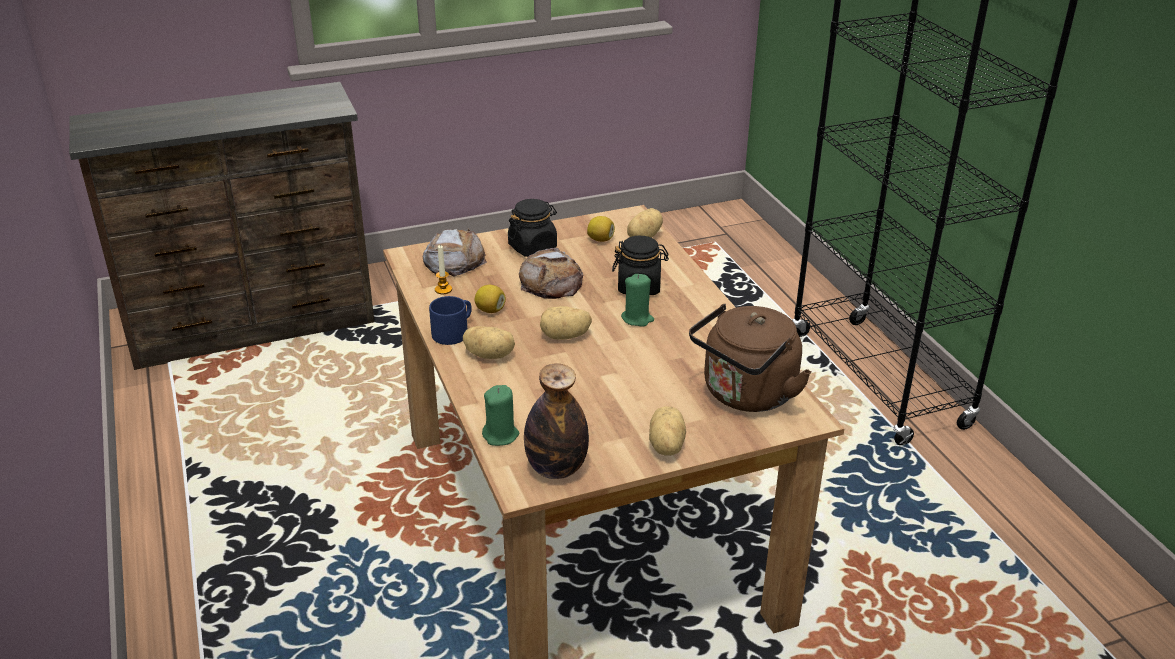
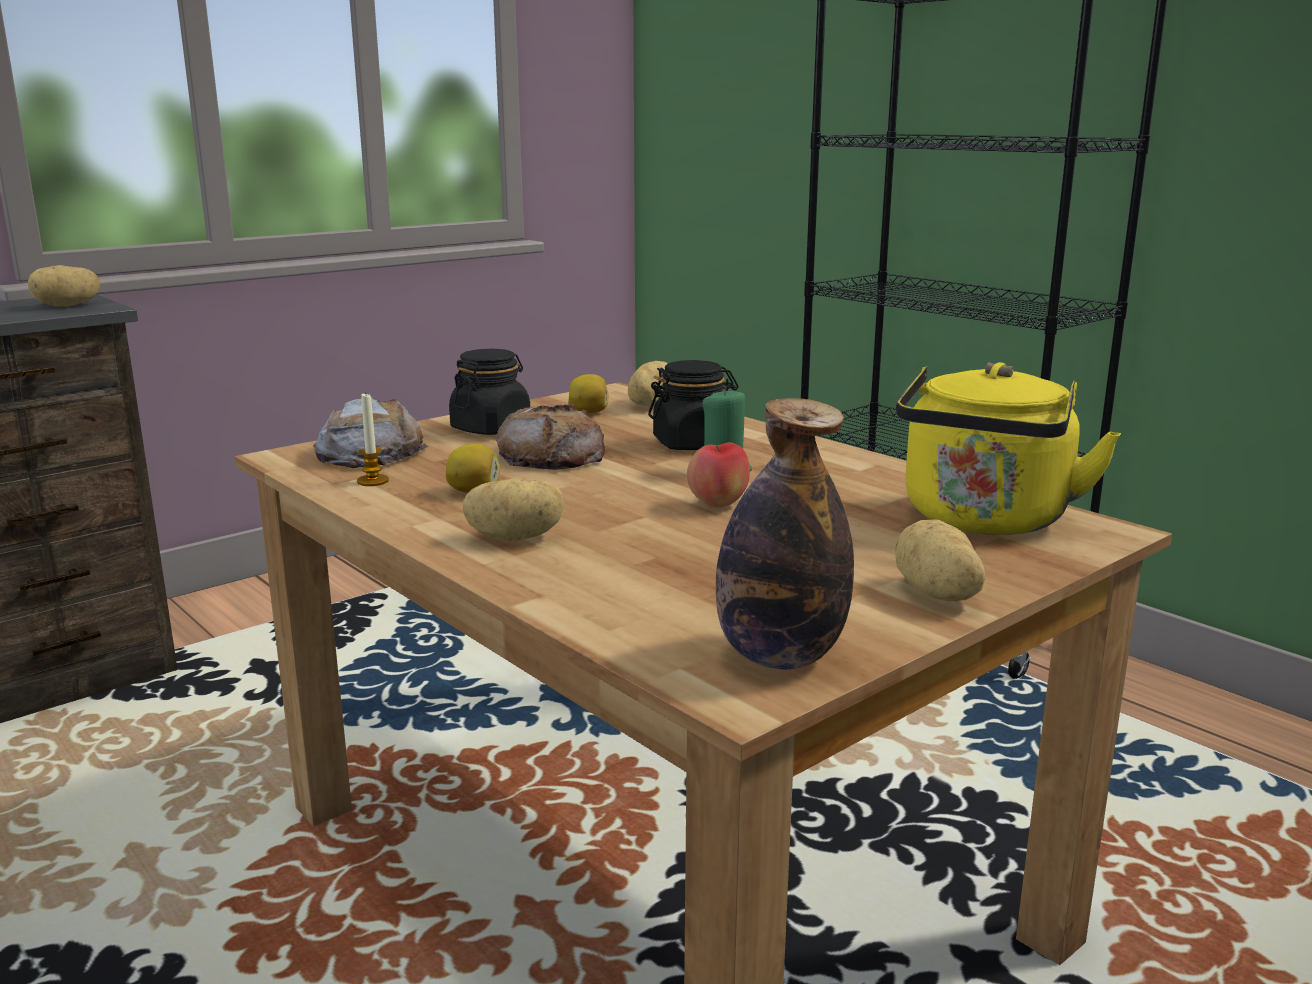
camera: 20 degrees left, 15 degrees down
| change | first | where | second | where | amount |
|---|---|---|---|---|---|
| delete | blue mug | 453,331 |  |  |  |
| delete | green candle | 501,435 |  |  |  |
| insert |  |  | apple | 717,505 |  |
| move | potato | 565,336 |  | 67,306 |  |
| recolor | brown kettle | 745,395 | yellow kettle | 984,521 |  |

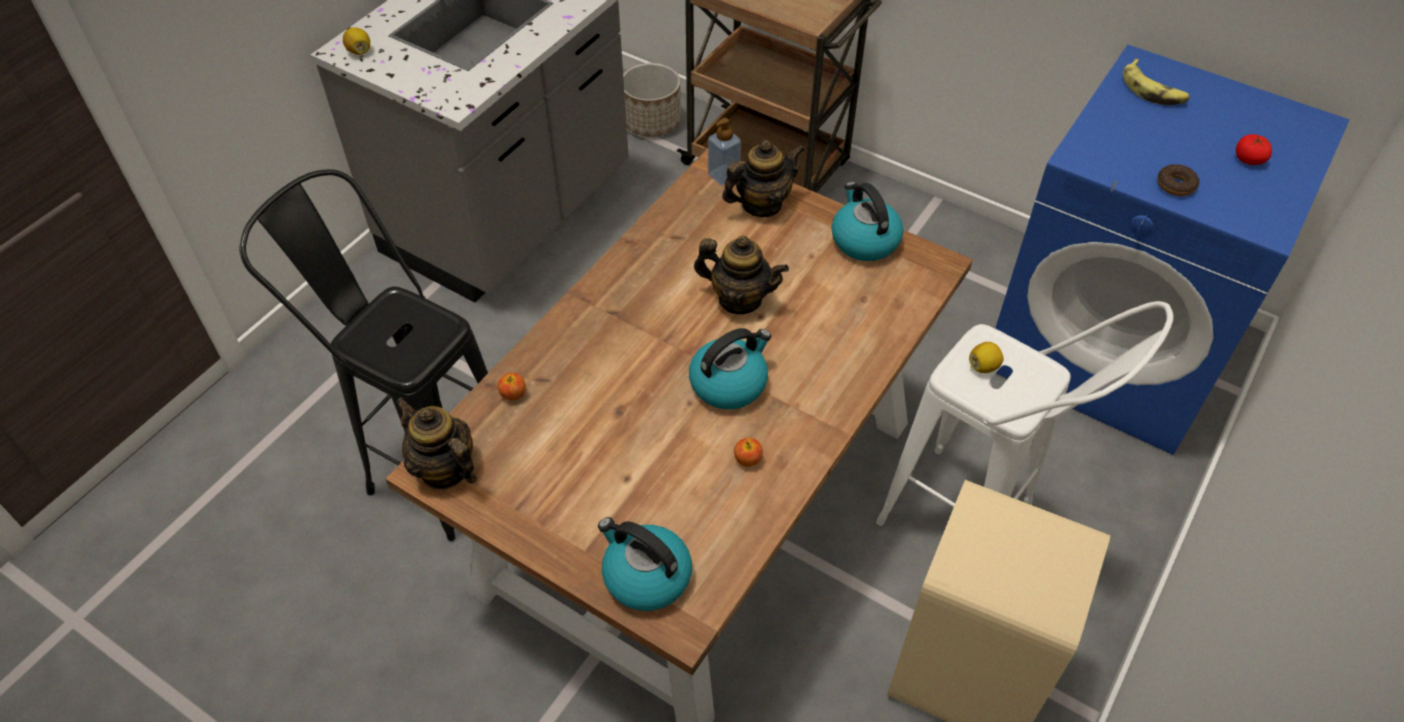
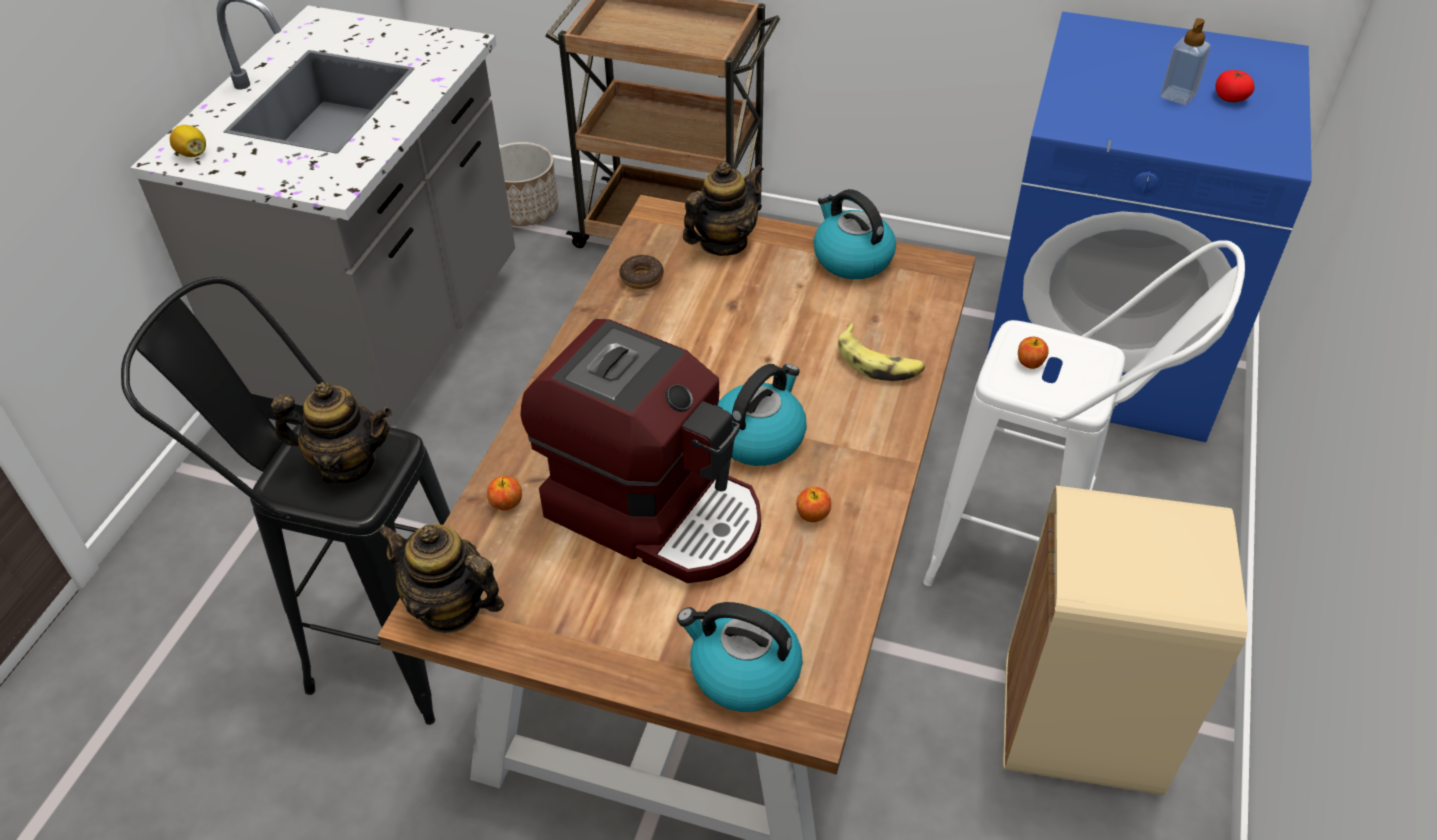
camera: 15 degrees left, 5 degrees down
| change | first | where | second | where | amount |
|---|---|---|---|---|---|
| insert |  |  | coffee machine | 655,510 |  |
| move | teapot | 739,299 |  | 347,463 |  |
| move | soap dispenser | 723,175 |  | 1177,96 |  |
| move | banana | 1152,90 |  | 879,362 |  |
| move | donut | 1175,185 |  | 642,277 |  |
| replace | lemon | 983,366 | apple | 1030,362 |  |

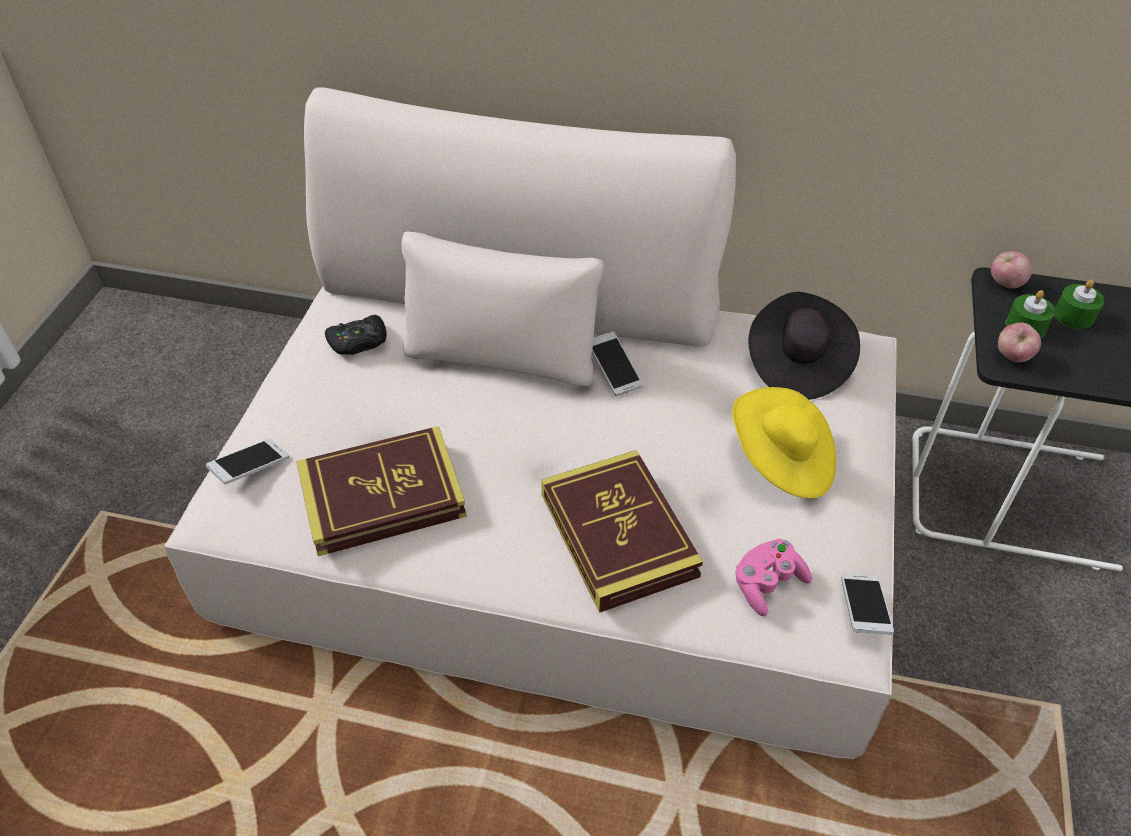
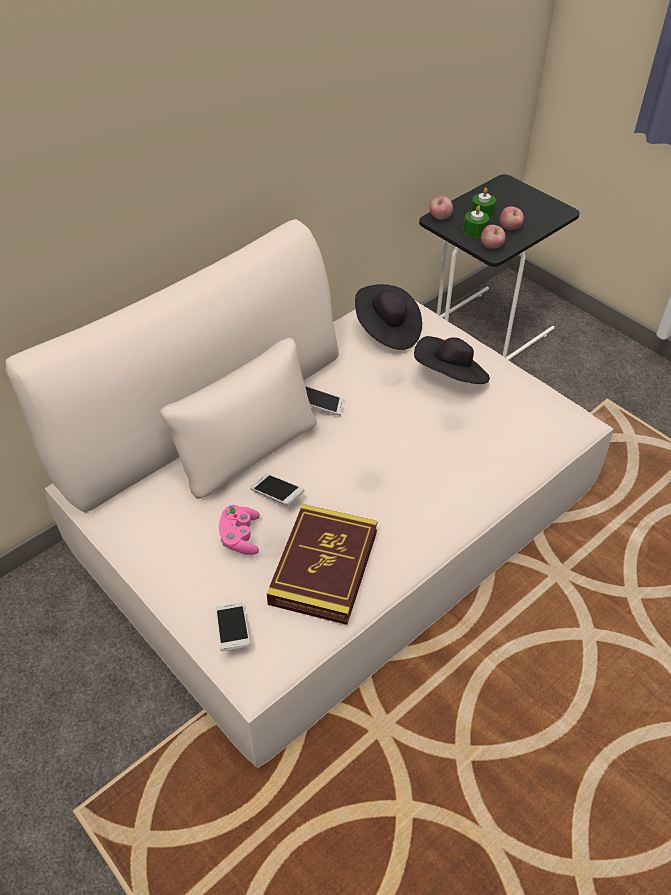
camera: 55 degrees left, 0 degrees up
| change | first | where | second | where | amount |
|---|---|---|---|---|---|
| delete | black game controller | 358,342 |  |  |  |
| delete | book | 618,534 |  |  |  |
| insert |  |  | apple | 510,228 |  |
| move | pink game controller | 767,584 |  | 240,537 |  |
| move | phone | 863,610 |  | 277,494 |  |
| recolor | yellow hat | 781,461 | black hat | 450,377 |  |

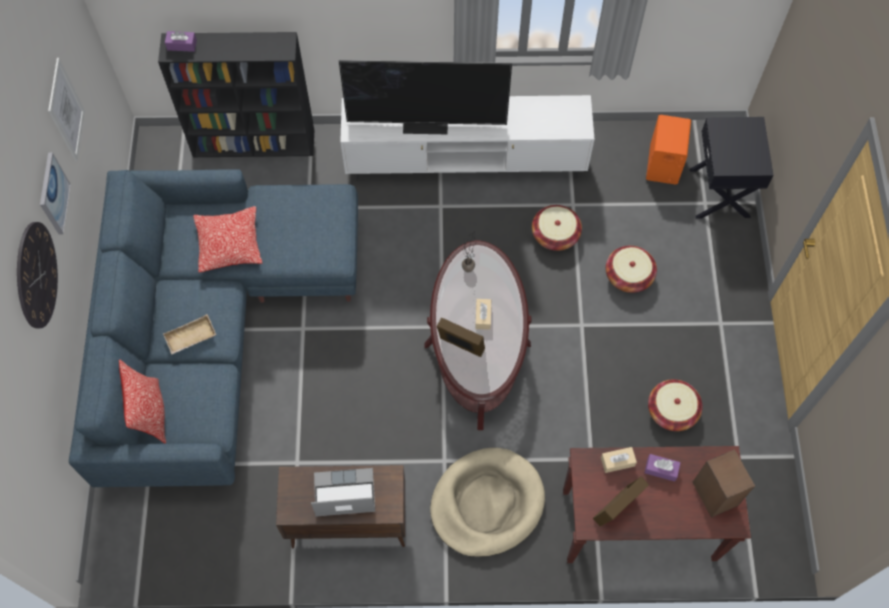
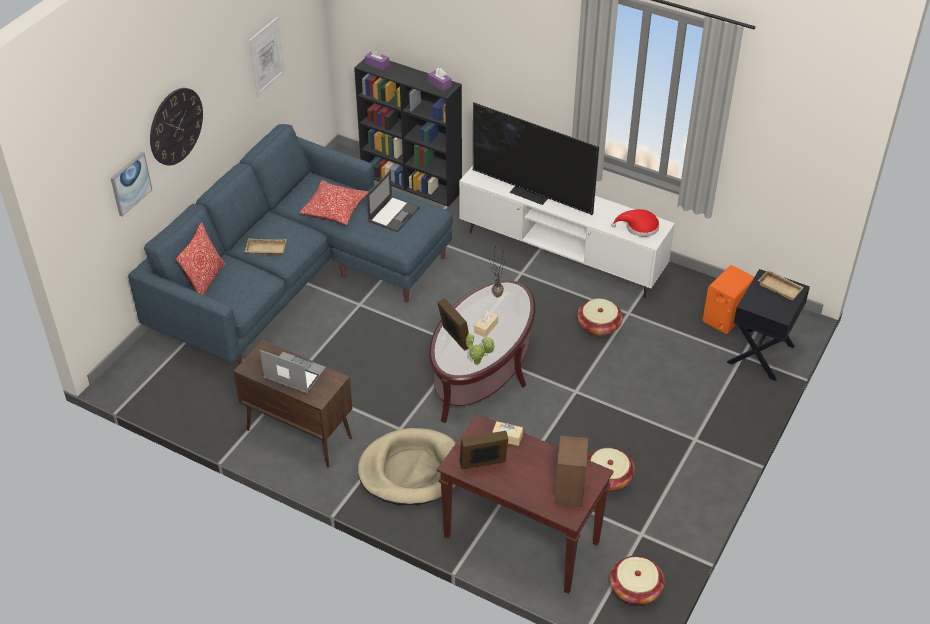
camera: 30 degrees right, 20 degrees down
| change | first | where | second | where | amount |
|---|---|---|---|---|---|
| insert |  |  | laptop | 394,214 |  |
| insert |  |  | potted plant | 478,363 |  |
| insert |  |  | red hat | 639,227 |  |
| insert |  |  | beige tray | 781,287 |  |
| move | picture | 53,194 |  | 130,183 |  |
| move | basket | 628,276 |  | 635,589 |  |
| move | purple tissue box | 661,469 |  | 439,84 |  |

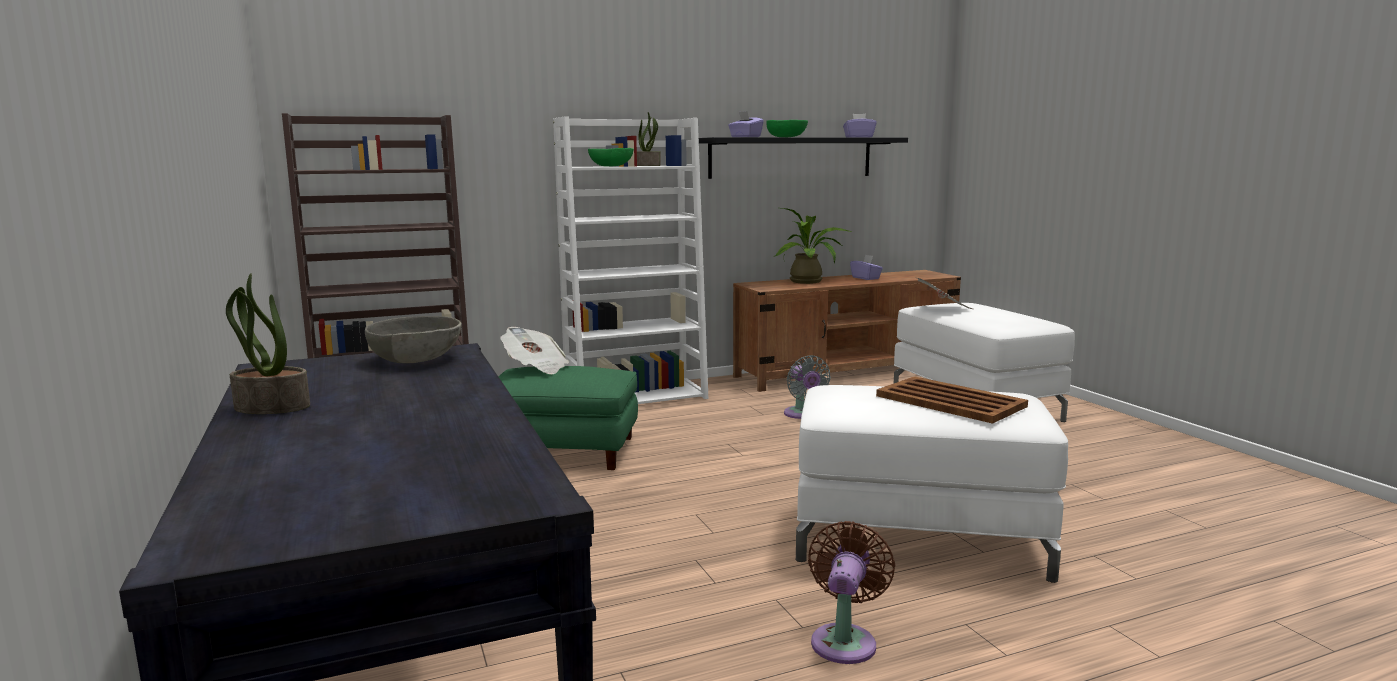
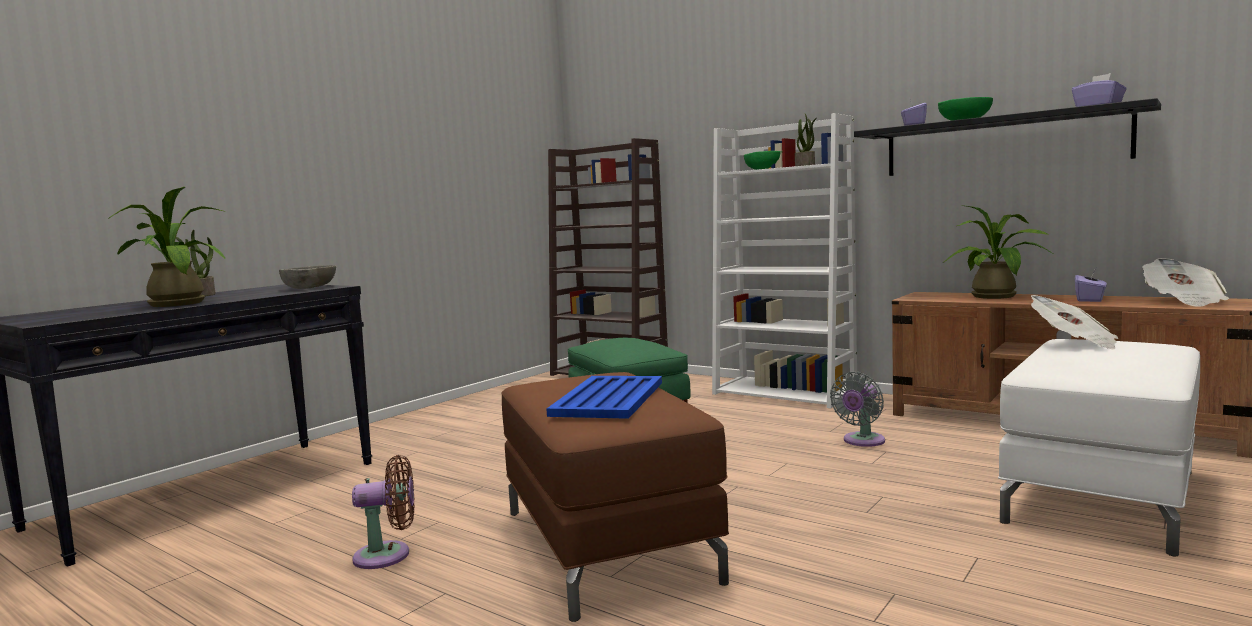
camera: 60 degrees right, 5 degrees down
| change | first | where | second | where | amount |
|---|---|---|---|---|---|
| insert |  |  | potted plant | 176,303 |  |
| move | newspaper | 536,368 |  | 1183,301 |  |
| recolor | white ottoman | 920,538 | brown ottoman | 608,545 |  |
| recolor | brown tray | 949,401 | blue tray | 609,398 |  |

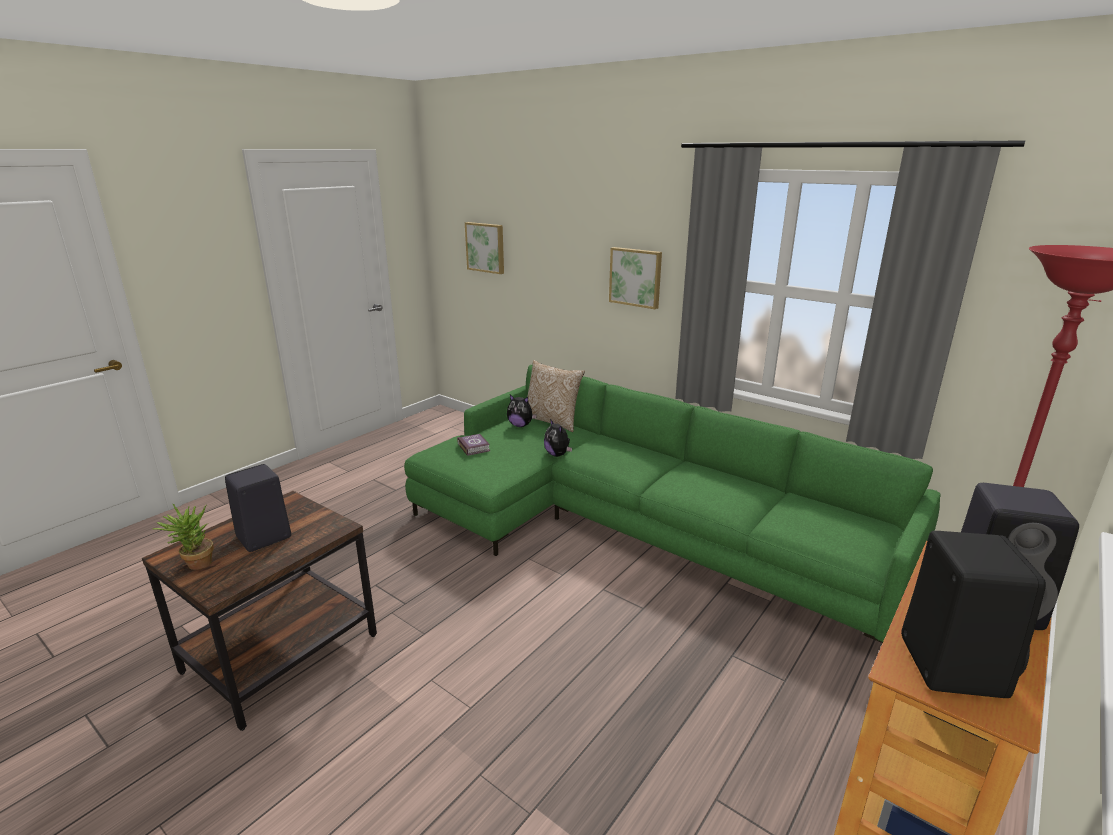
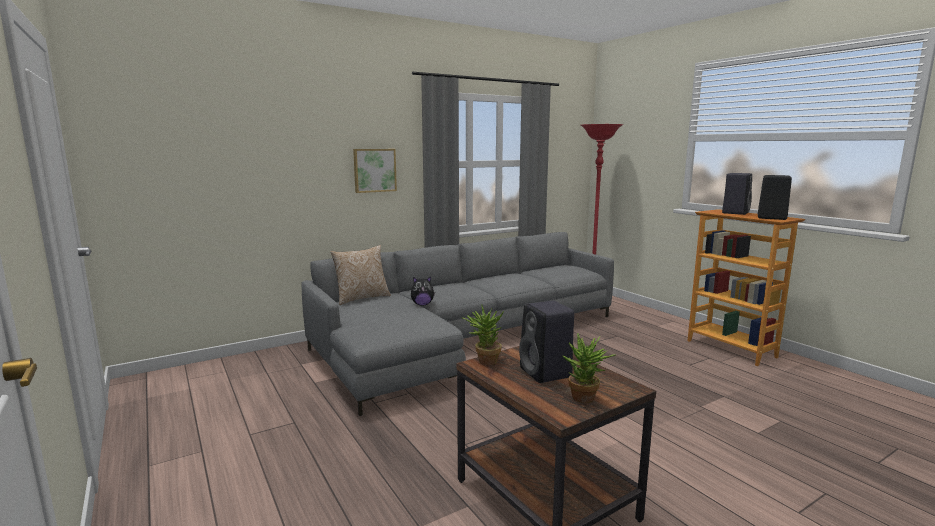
camera: 70 degrees left, 10 degrees down
| change | first | where | second | where | amount |
|---|---|---|---|---|---|
| delete | book | 474,447 |  |  |  |
| delete | picture | 486,247 |  |  |  |
| delete | plush toy | 520,425 |  |  |  |
| insert |  |  | potted plant | 484,361 |  |
| recolor | green sofa | 632,528 | grey sofa | 463,339 |  |

